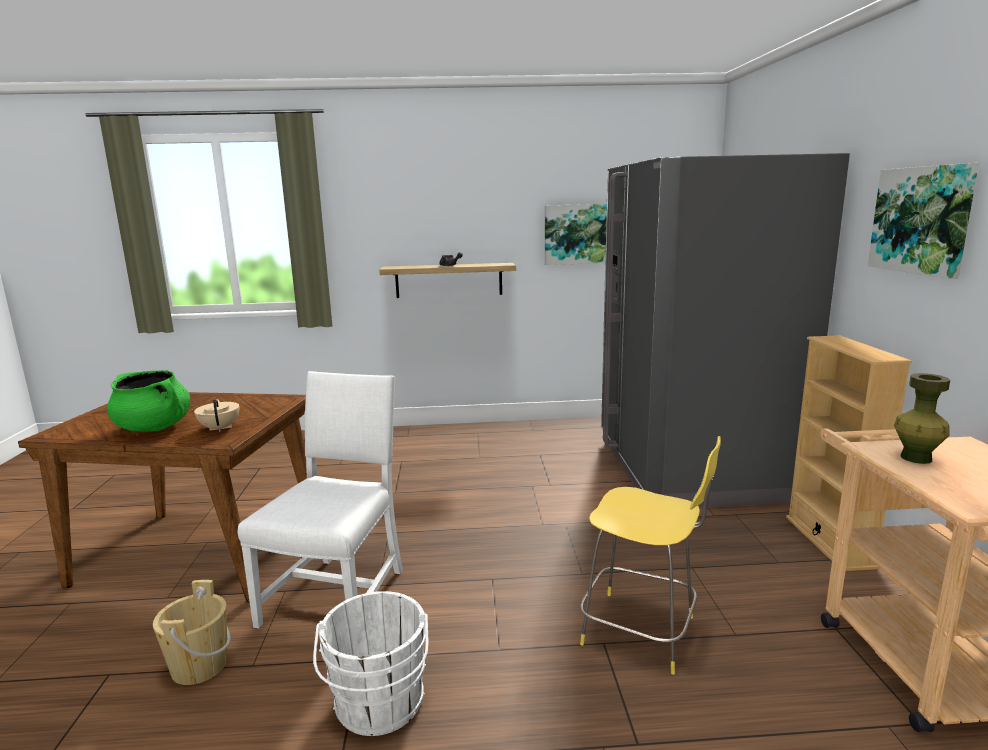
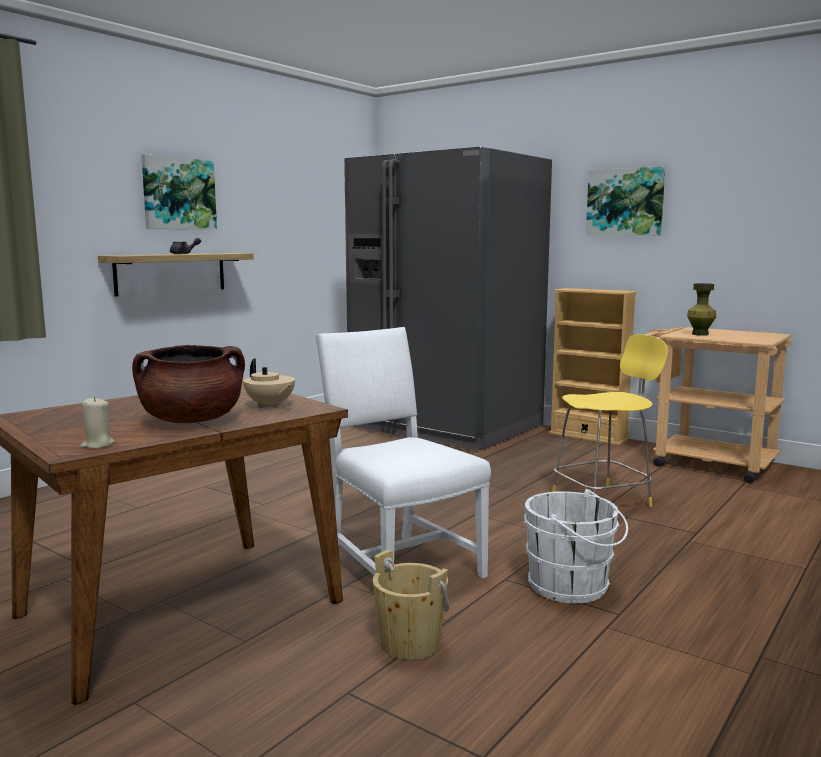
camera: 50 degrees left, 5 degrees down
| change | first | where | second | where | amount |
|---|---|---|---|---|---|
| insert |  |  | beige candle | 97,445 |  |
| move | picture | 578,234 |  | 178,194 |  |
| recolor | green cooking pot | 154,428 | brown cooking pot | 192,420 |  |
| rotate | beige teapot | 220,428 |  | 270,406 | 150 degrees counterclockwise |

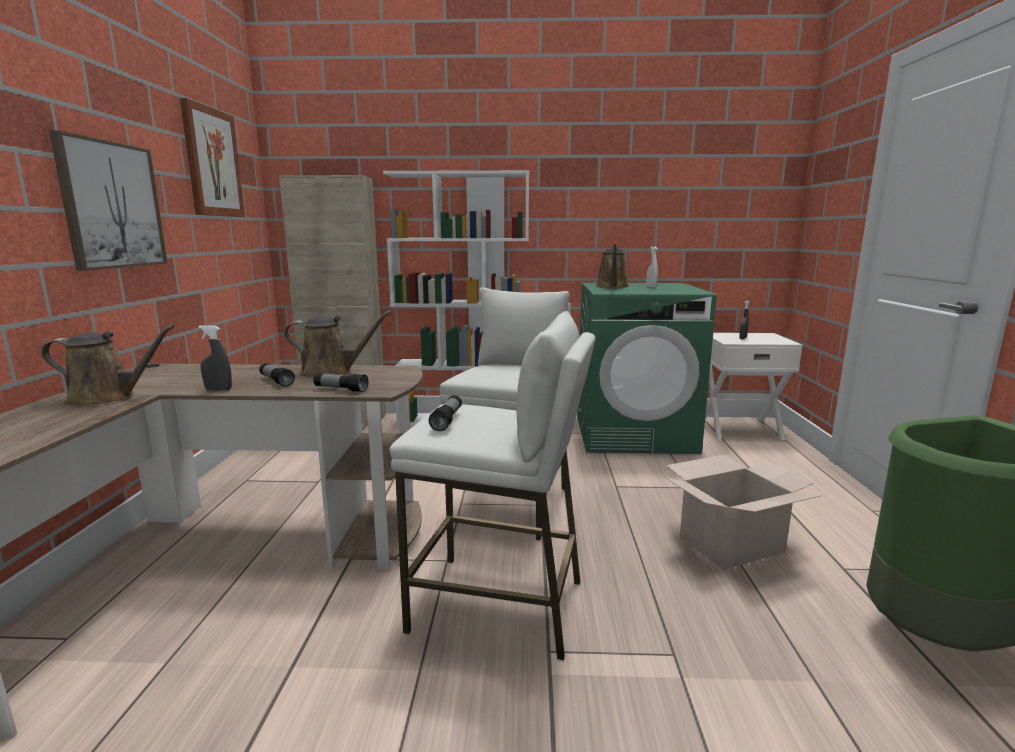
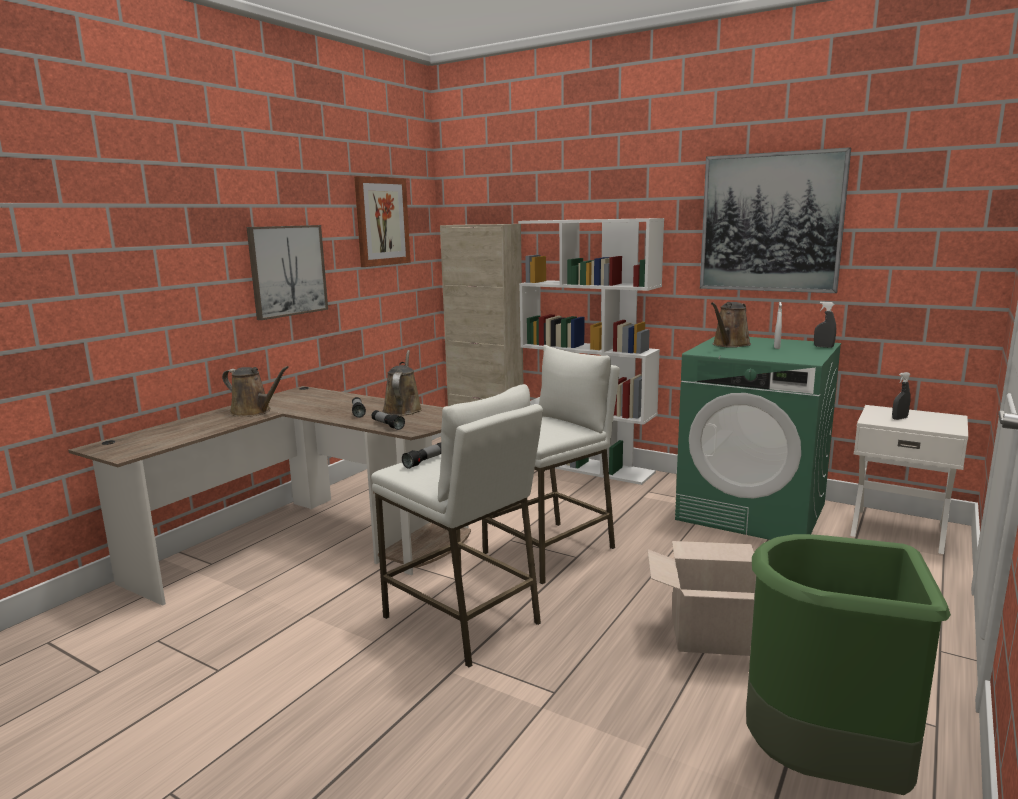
camera: 30 degrees right, 0 degrees up
| change | first | where | second | where | amount |
|---|---|---|---|---|---|
| insert |  |  | picture | 770,223 |  |
| move | grey spray bottle | 218,389 |  | 823,347 |  |
| rotate | brown watering can | 331,372 |  | 403,409 | 120 degrees counterclockwise |

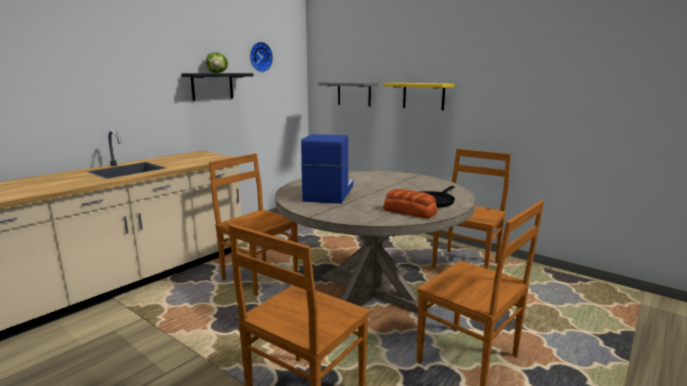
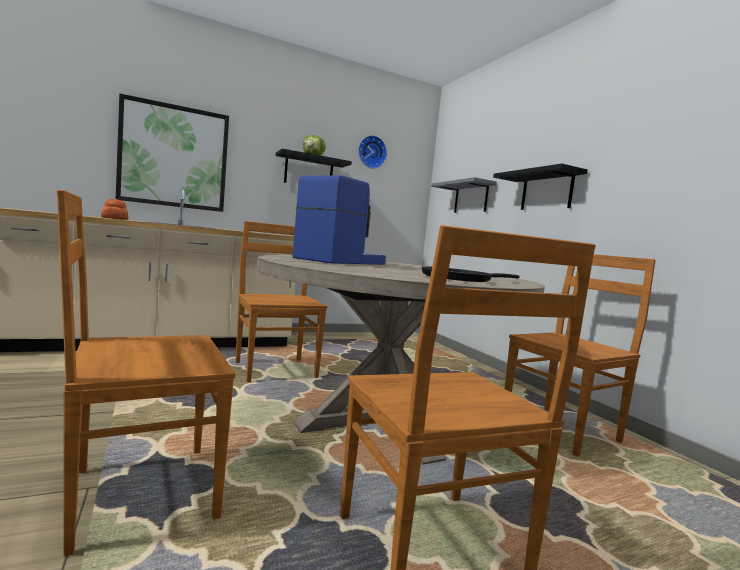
camera: 25 degrees right, 10 degrees down
| change | first | where | second | where | amount |
|---|---|---|---|---|---|
| insert |  |  | picture | 174,156 |  |
| move | bread | 409,211 |  | 115,218 |  |
| recolor | yellow shelf | 423,96 | black shelf | 546,191 |  |

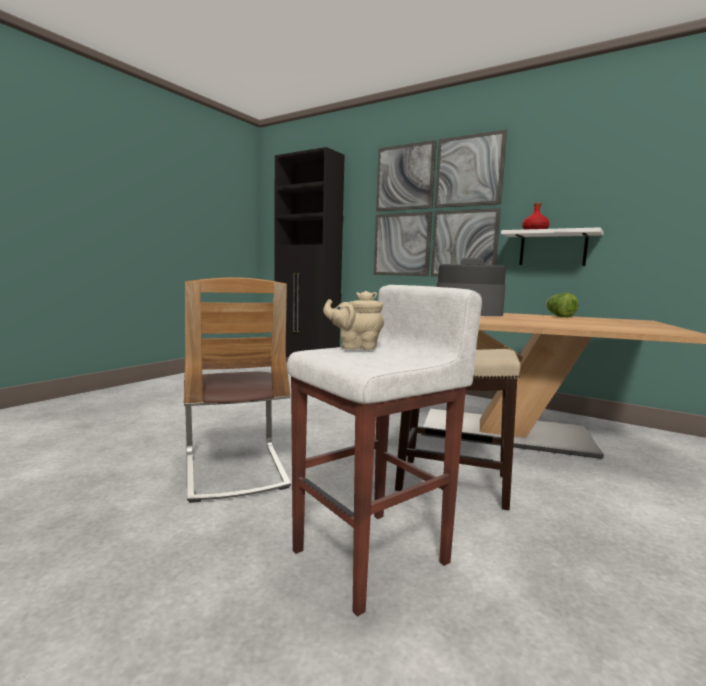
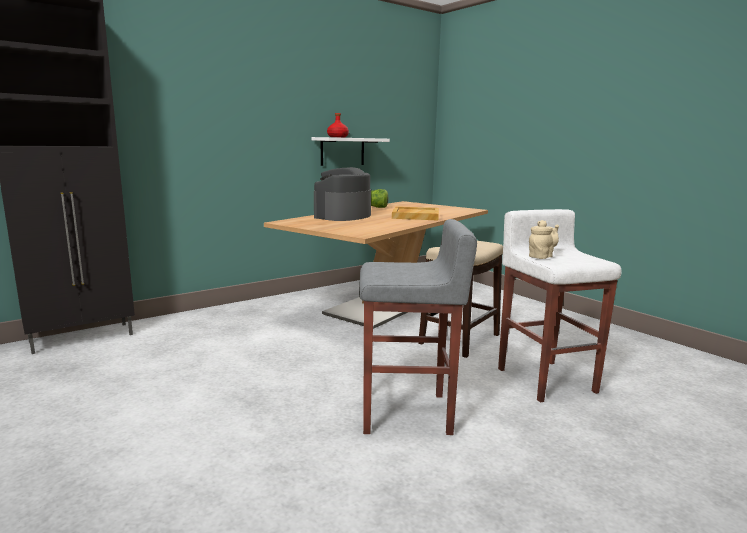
camera: 70 degrees left, 5 degrees up
| change | first | where | second | where | amount |
|---|---|---|---|---|---|
| delete | picture | 434,210 |  |  |  |
| insert |  |  | beige tray | 415,216 |  |
| replace | chair | 235,470 | grey stool | 407,414 |  |
| rotate | beige teapot | 355,347 |  | 542,256 | 150 degrees counterclockwise |

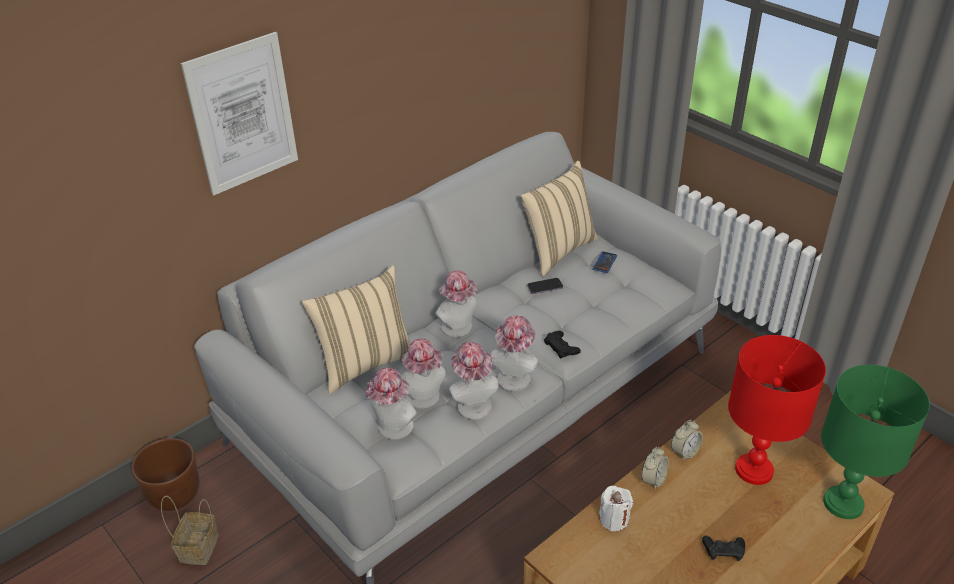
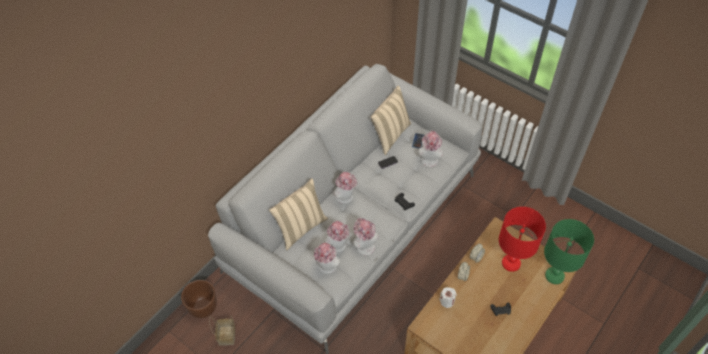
camera: 10 degrees left, 15 degrees up
| change | first | where | second | where | amount |
|---|---|---|---|---|---|
| delete | picture | 243,114 |  |  |  |
| move | hat | 514,376 |  | 429,158 |  |

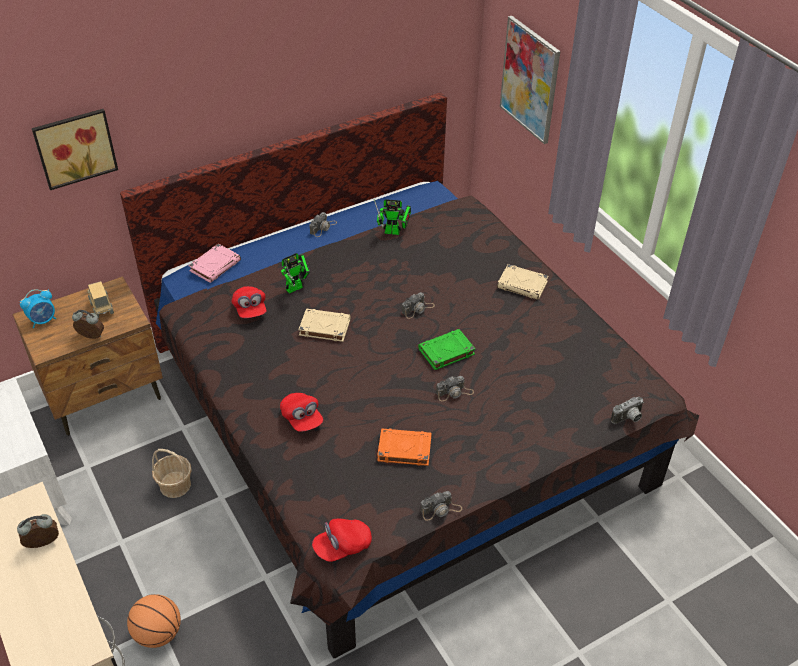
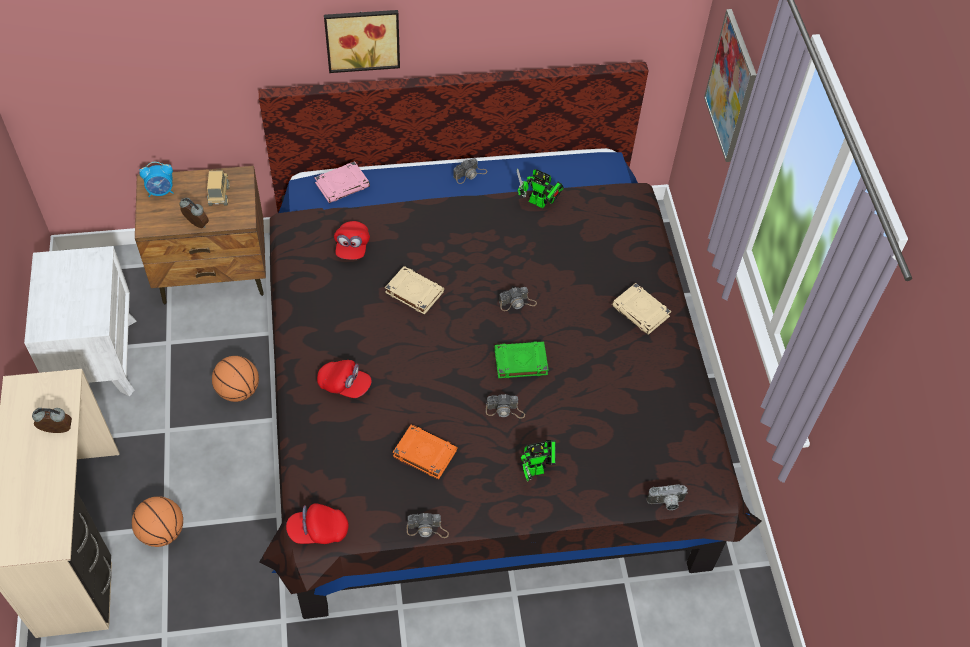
camera: 20 degrees right, 10 degrees up
| change | first | where | second | where | amount |
|---|---|---|---|---|---|
| move | picture | 74,147 |  | 362,38 |  |
| move | toy robot | 296,287 |  | 537,470 |  |
| replace | basket | 175,485 | basketball | 238,390 |  |
| rotate | red cap | 302,419 |  | 344,385 | 60 degrees counterclockwise |

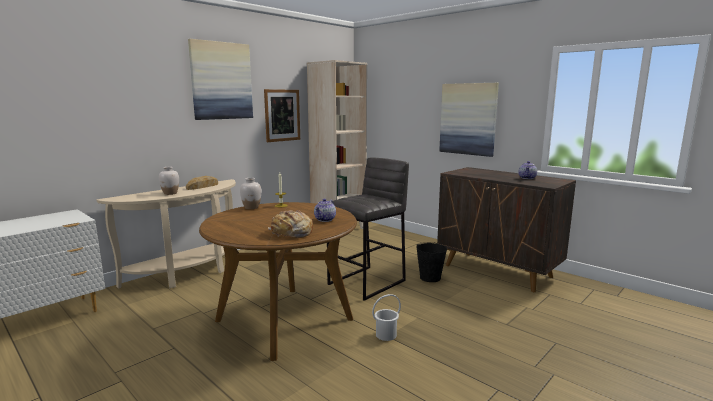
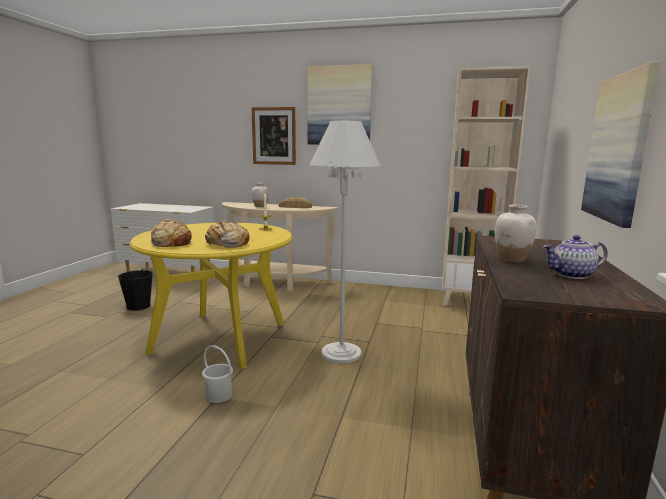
camera: 60 degrees right, 0 degrees up
| change | first | where | second | where | amount |
|---|---|---|---|---|---|
| move | white vase | 251,207 |  | 512,259 |  |
| move | picture | 282,115 |  | 274,136 |  |
| move | black bucket | 430,278 |  | 138,306 |  |
| replace | teapot | 325,220 | bread | 227,244 |  |
| replace | grey stool | 368,282 | white floor lamp | 341,353 |  |
| recolor | brown dining table | 284,319 | yellow dining table | 220,337 |  |

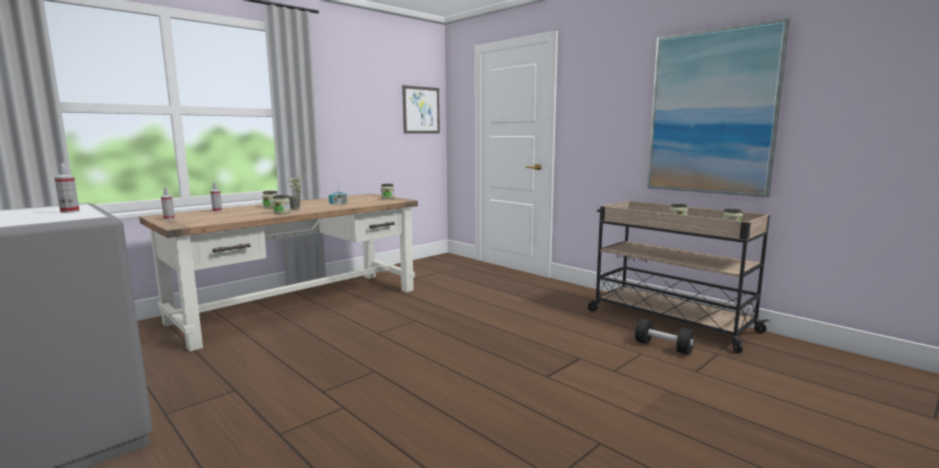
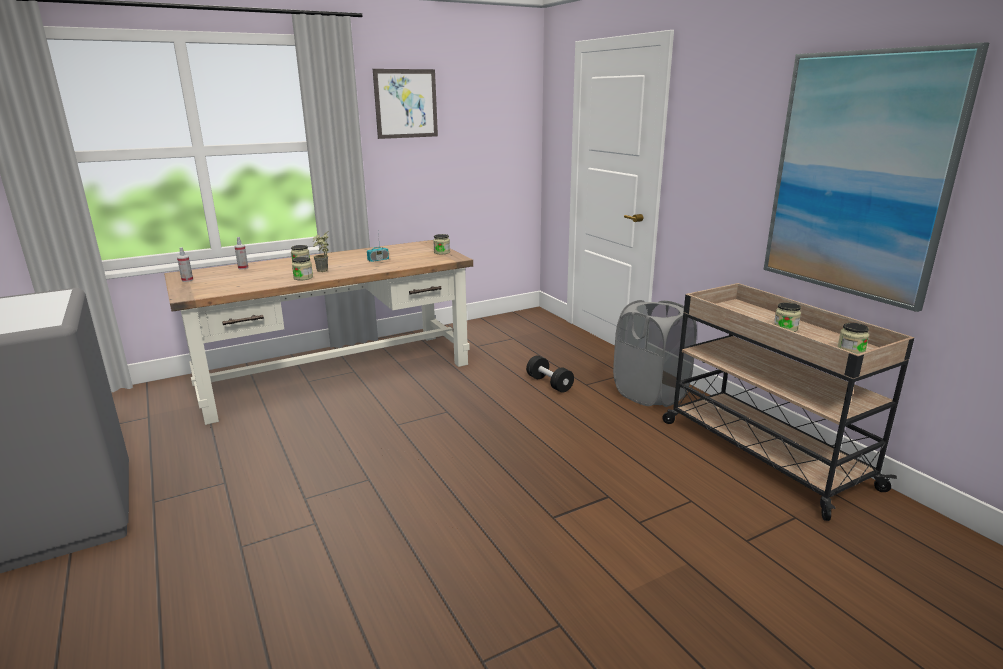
camera: 15 degrees right, 10 degrees up
| change | first | where | second | where | amount |
|---|---|---|---|---|---|
| delete | spray bottle | 70,211 |  |  |  |
| insert |  |  | grey laundry basket | 650,394 |  |
| move | picture | 421,110 |  | 406,103 |  |
| move | black dumbbell | 663,347 |  | 549,383 |  |

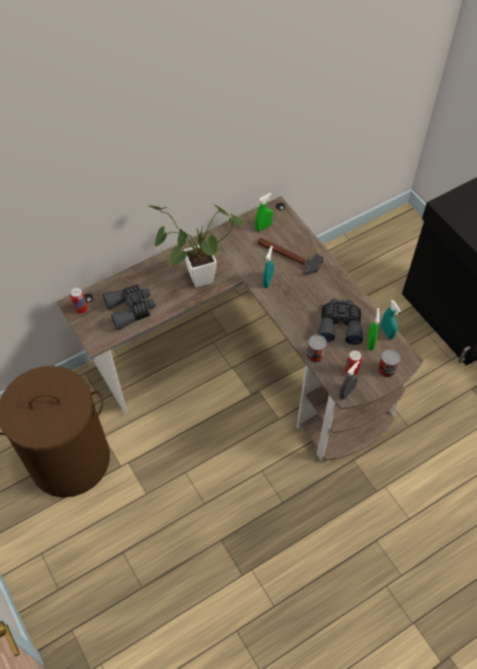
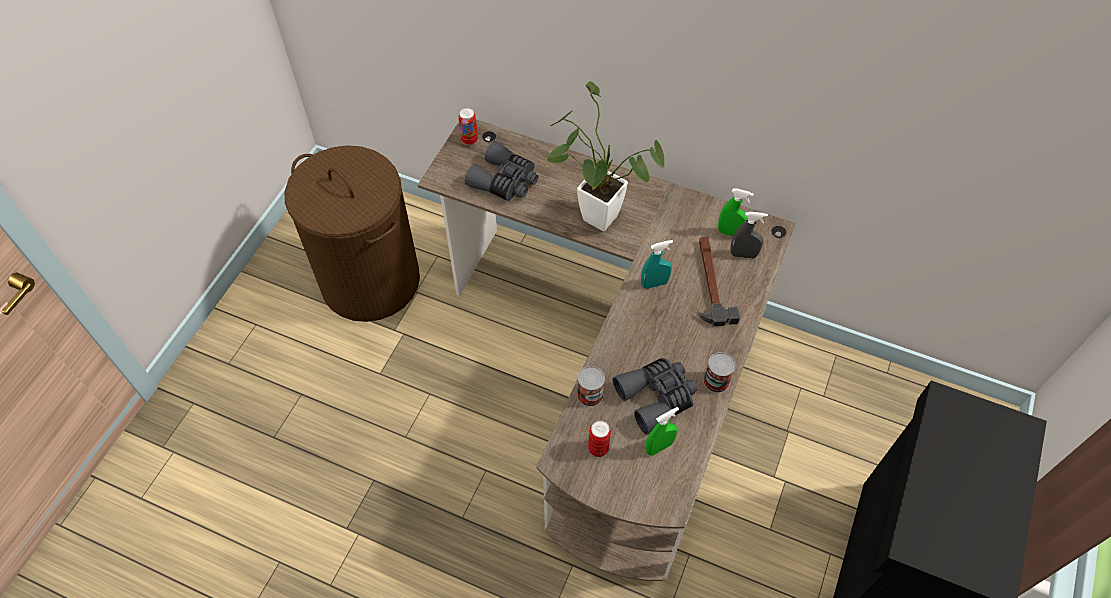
camera: 55 degrees right, 0 degrees up
| change | first | where | second | where | amount |
|---|---|---|---|---|---|
| delete | turquoise spray bottle | 387,332 |  |  |  |
| move | grey spray bottle | 346,392 |  | 743,254 |  |
| move | can | 386,369 |  | 716,381 |  |

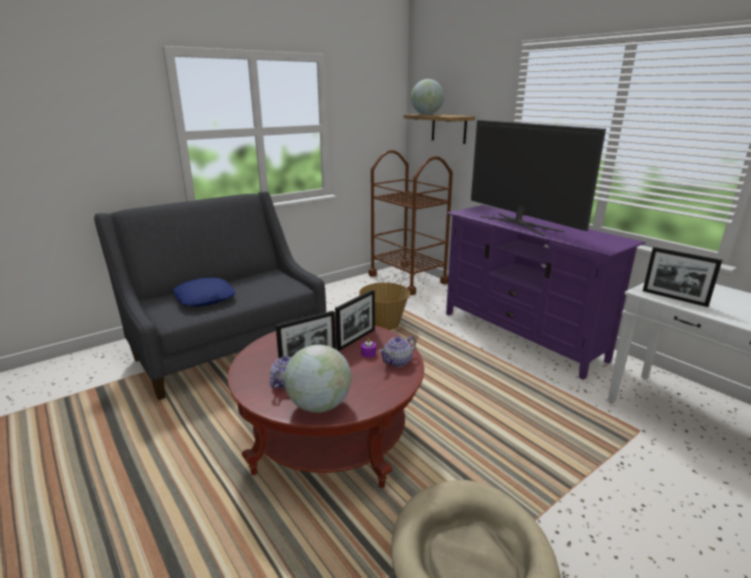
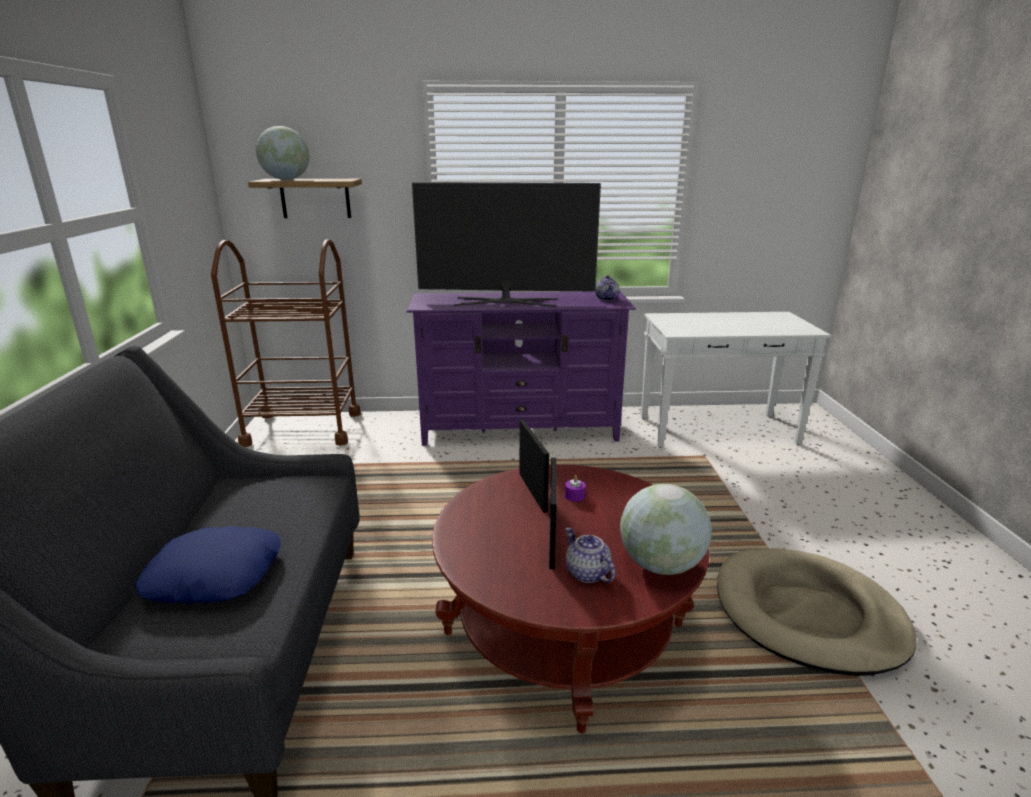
camera: 55 degrees left, 0 degrees up
| change | first | where | second | where | amount |
|---|---|---|---|---|---|
| delete | basket | 384,324 |  |  |  |
| delete | picture frame | 674,298 |  |  |  |
| move | teapot | 397,362 |  | 607,299 |  |

